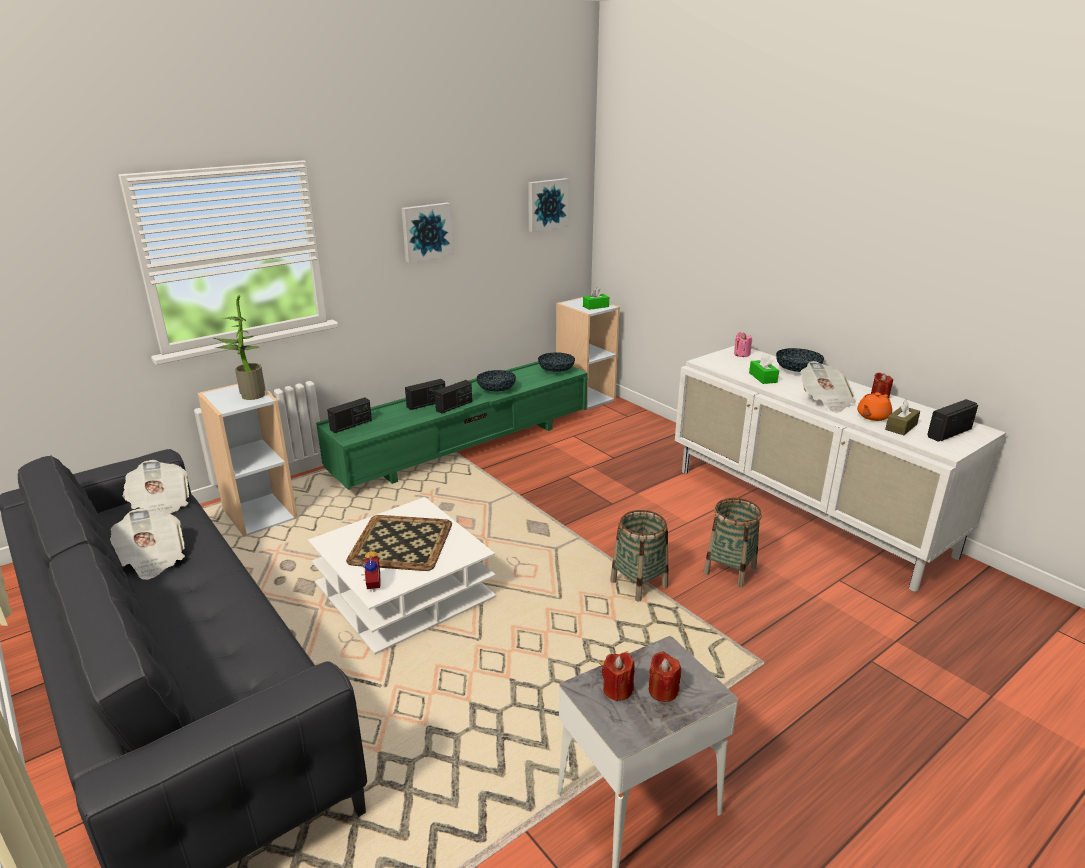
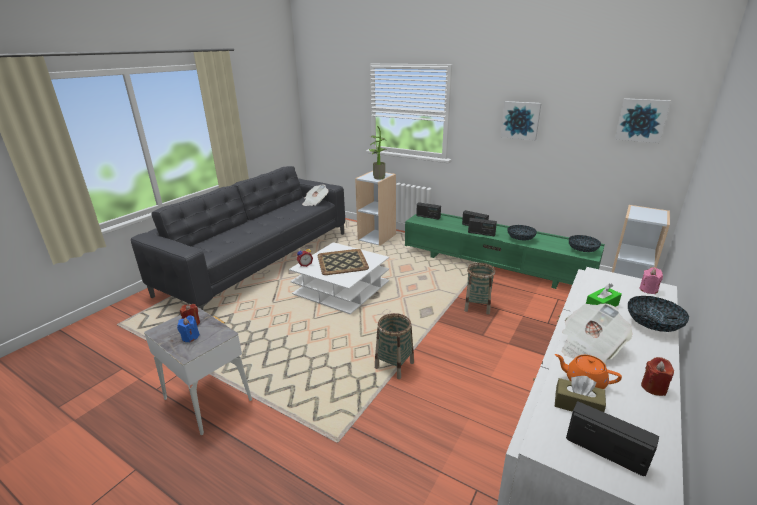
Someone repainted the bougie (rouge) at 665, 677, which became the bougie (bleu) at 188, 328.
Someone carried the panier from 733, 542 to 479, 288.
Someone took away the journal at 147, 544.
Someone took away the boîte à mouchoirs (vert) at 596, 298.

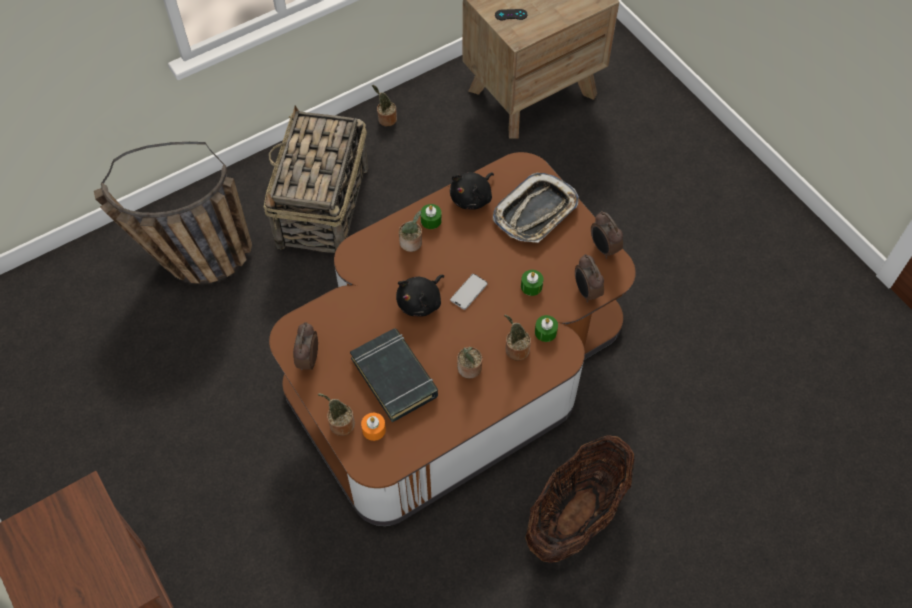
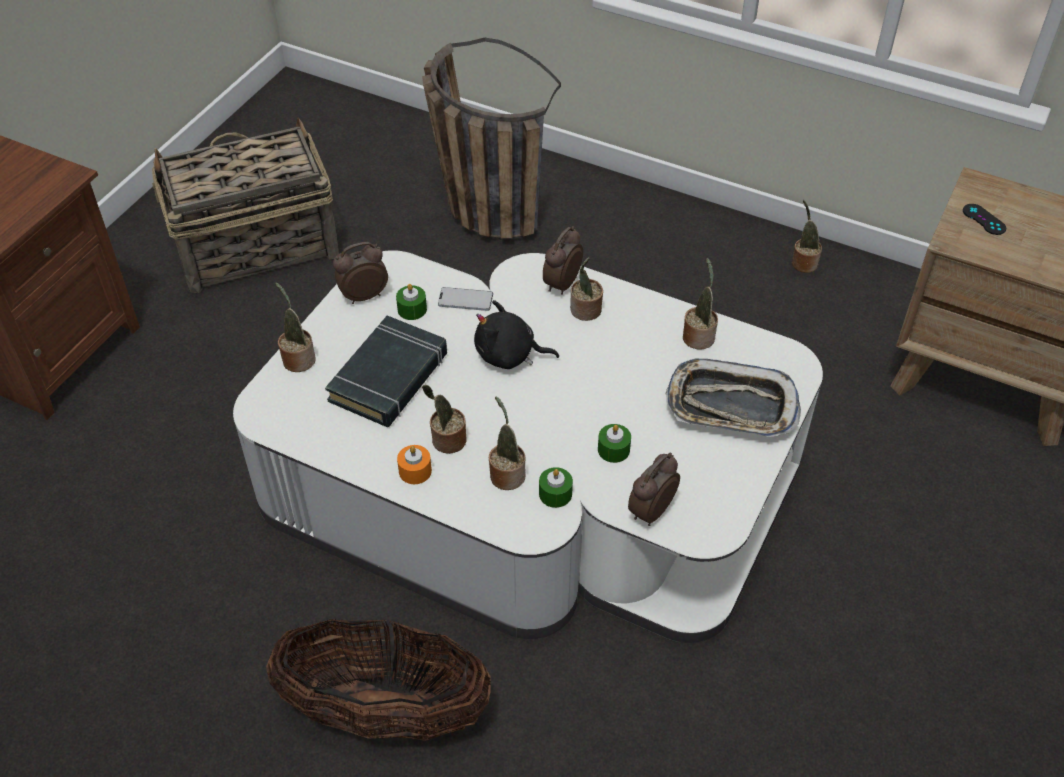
Someone carried the panier from 316, 179 to 245, 205.
Someone repainted the table basse (marron) at 452, 339, which became the table basse (blanc) at 528, 446.
Someone carried the bougie (vert) from 431, 216 to 411, 302.
Someone carried the bougie (orange) from 373, 427 to 414, 464.
Someone carried the téléphone from 469, 292 to 465, 299.
Someone carried the réveil from 607, 235 to 563, 260.
Someone swapped the peluche (noir) at 472, 190 for the plante en pot at 700, 303.

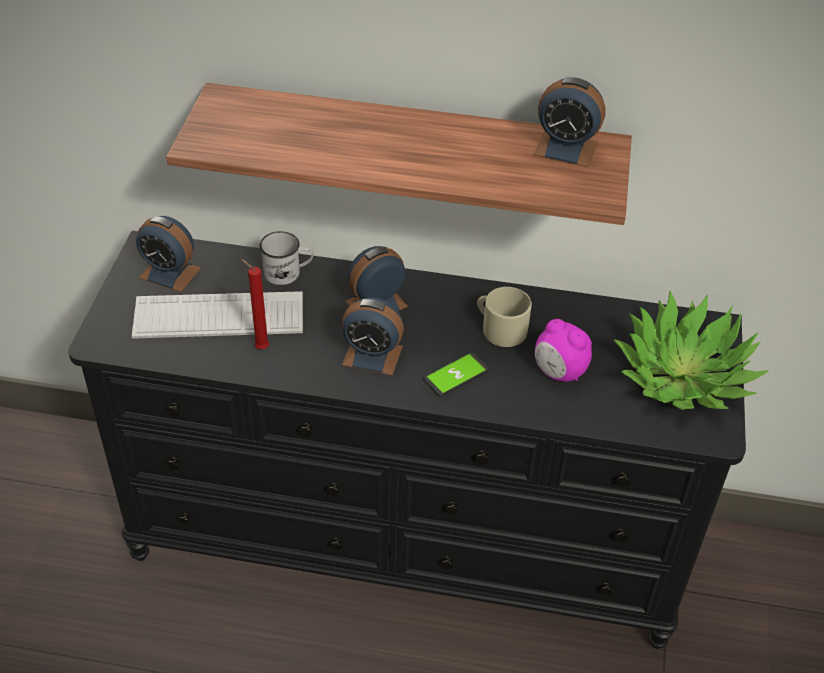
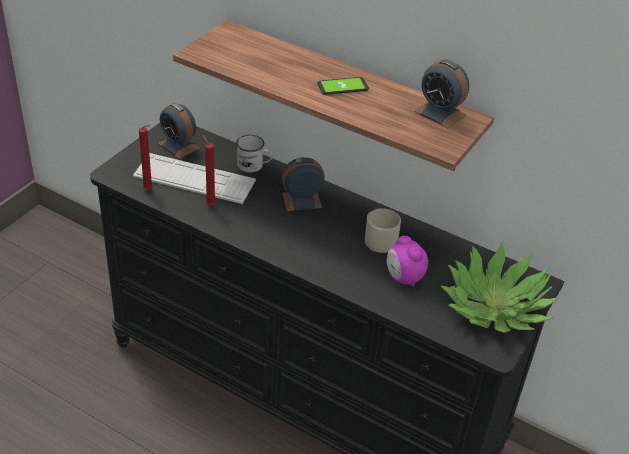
Someone put down the bougie (rouge) at 146, 157.
Someone carried the téléphone from 456, 374 to 343, 86.
Someone took away the réveil at 373, 336.

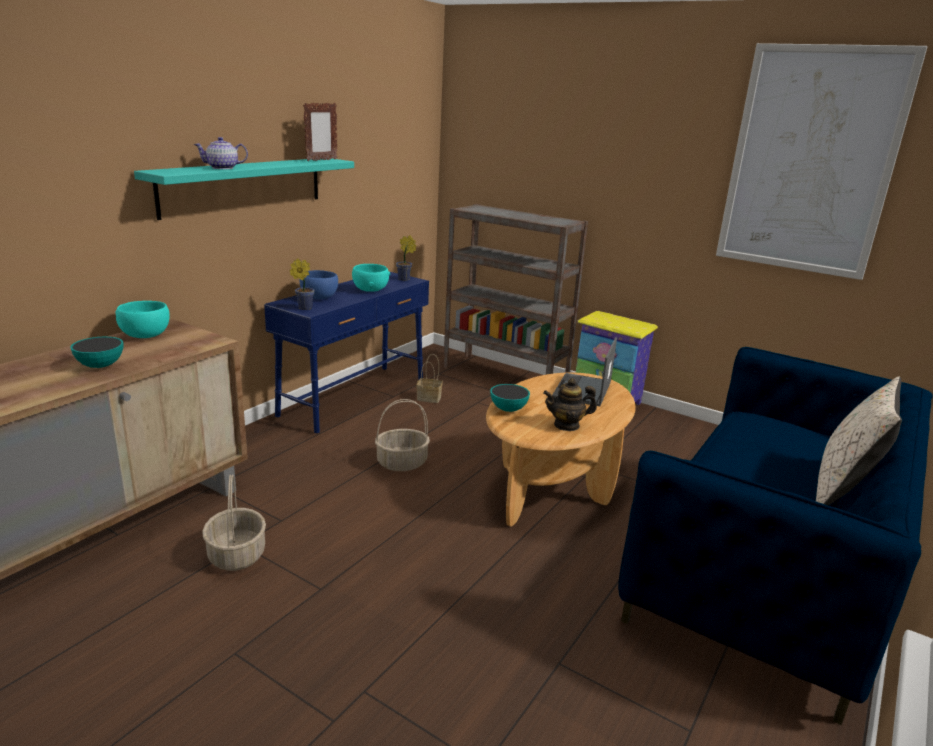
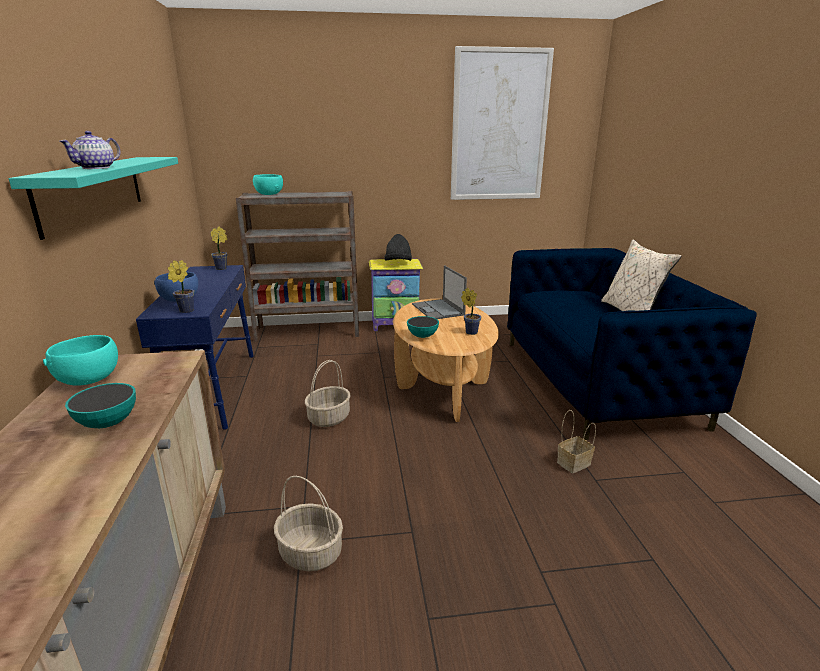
Someone carried the bol (turquoise) from 371, 278 to 268, 184.
Someone put down the chapeau (noir) at 398, 247.
Someone swapped the théière at 570, 404 for the plante en pot at 471, 311.
Someone carried the panier from 429, 378 to 576, 441.
Someone took away the cadre photo at 320, 131.

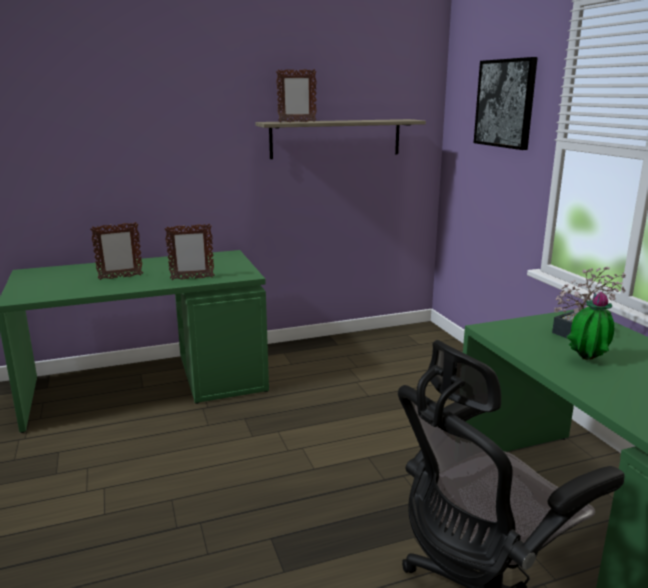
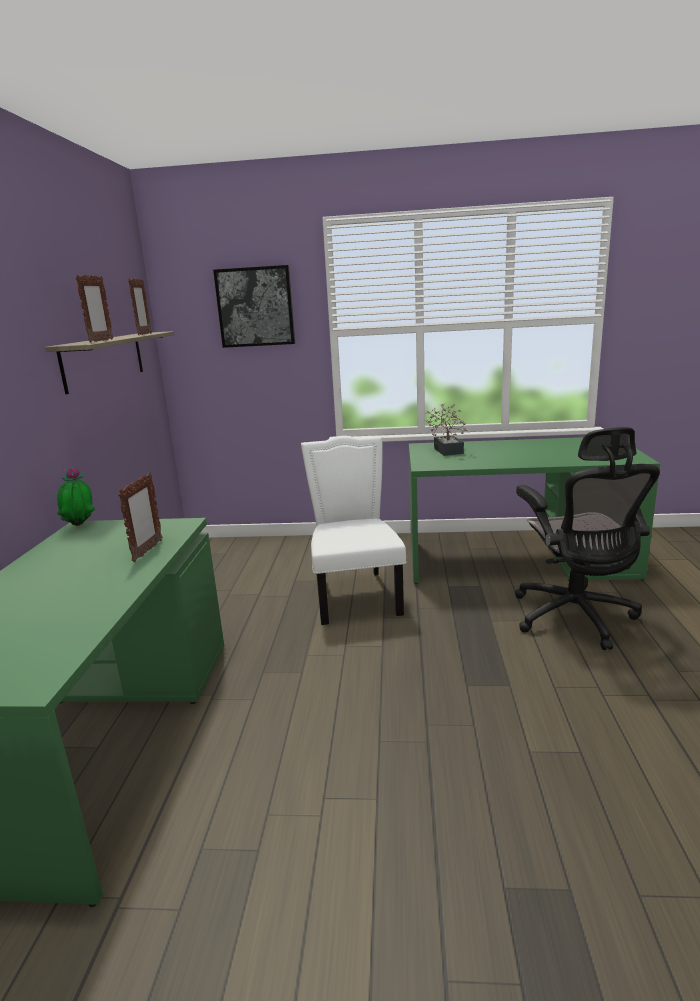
Someone carried the plante en pot from 590, 326 to 76, 496.
Someone carried the cadre photo from 116, 251 to 140, 306.
Someone put down the chaise (blanc) at 354, 530.

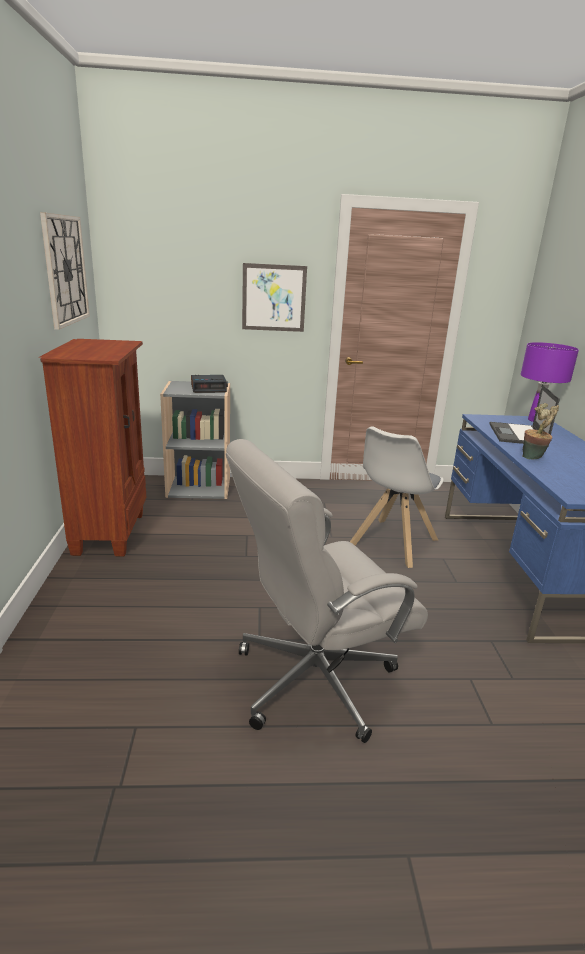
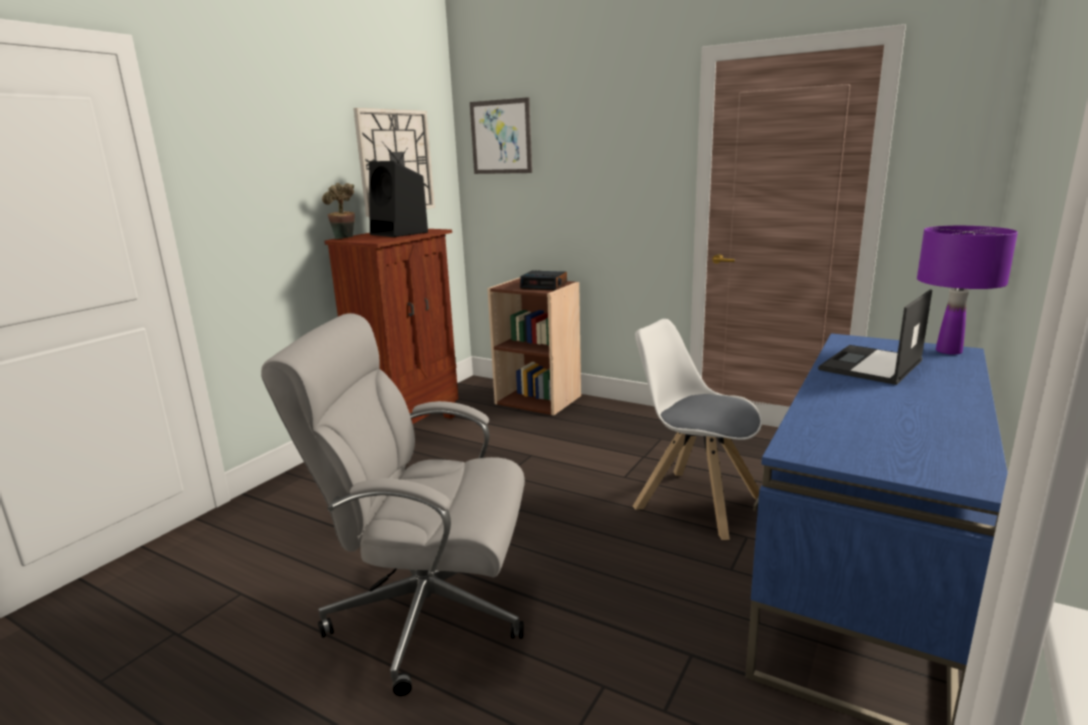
Someone carried the plante en pot from 540, 431 to 338, 211.
Someone put down the enceinte (noir) at 398, 199.
Someone carried the tableau from 274, 297 to 501, 135.
Someone repainted the bibliothèque (gris) at 195, 440, which became the bibliothèque (marron) at 534, 346.
Someone rotated the chaise at 397, 497 by 60 degrees clockwise.

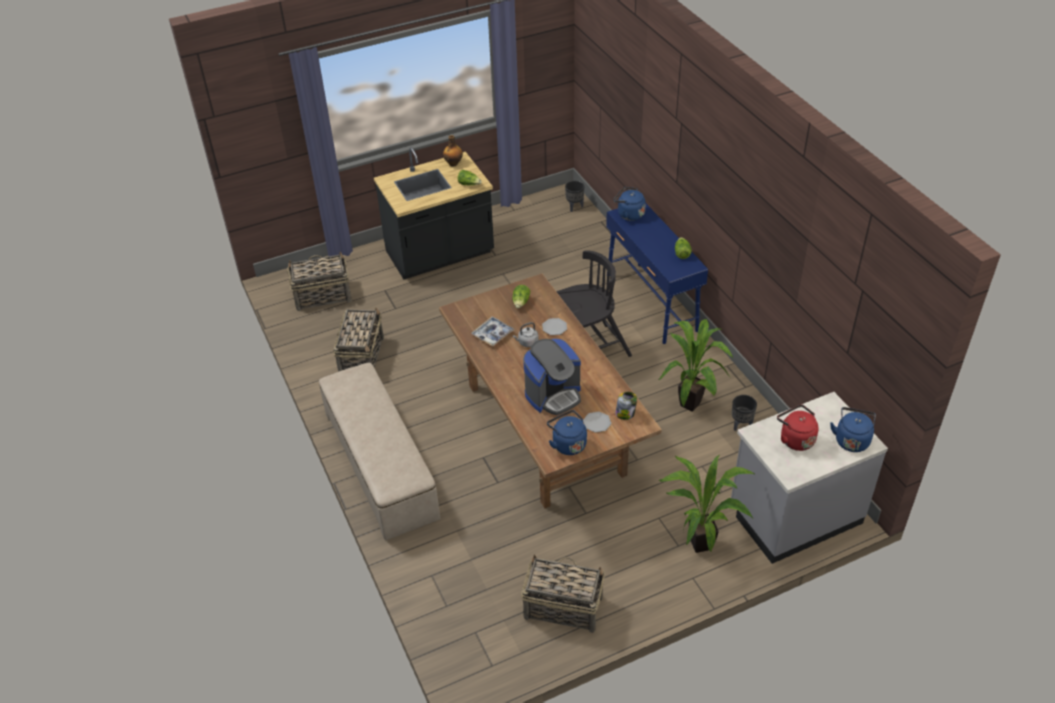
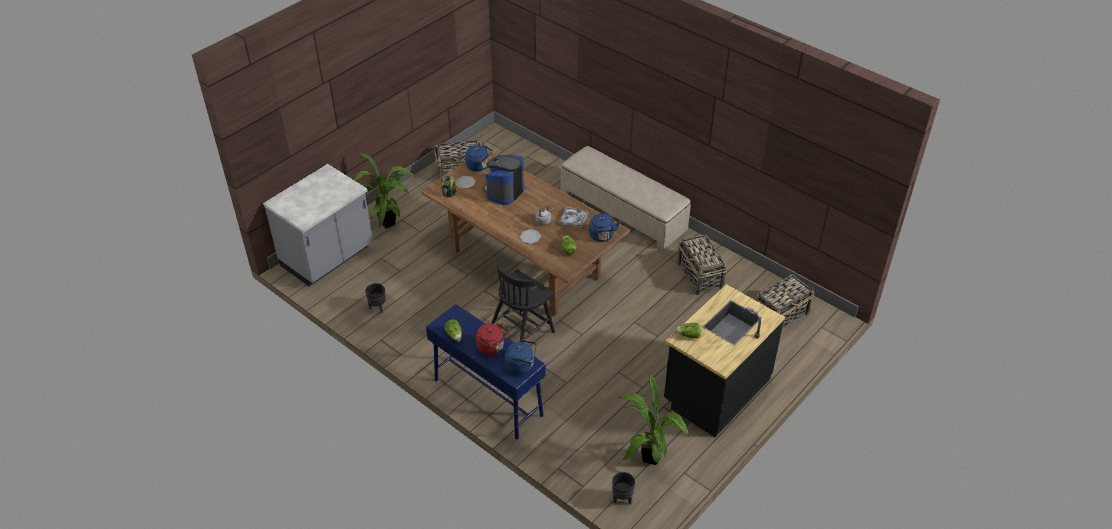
Someone carried the bouilloire (rouge) from 798, 428 to 492, 339.
Someone carried the bouilloire (bleu) from 853, 429 to 604, 227.
Someone carried the plante en pot from 696, 365 to 654, 419.
Someone took away the bouteille at 453, 150.

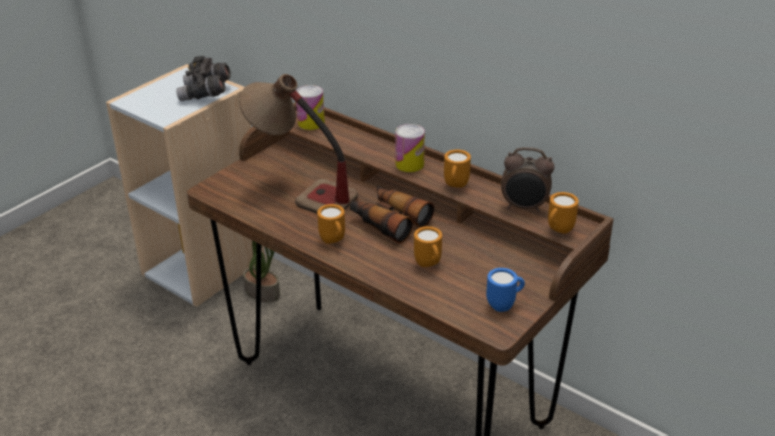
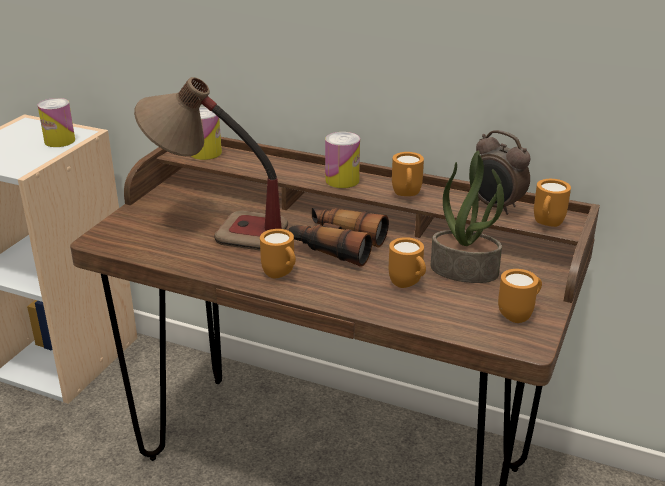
Someone swapped the jumelles (gris) at 203, 78 for the boîte métallique at 56, 122.
Someone carried the plante en pot from 261, 271 to 467, 216.
Someone rotated the réveil at 527, 179 by 45 degrees clockwise.
Someone repainted the mug (bleu) at 505, 290, which became the mug (orange) at 520, 296.

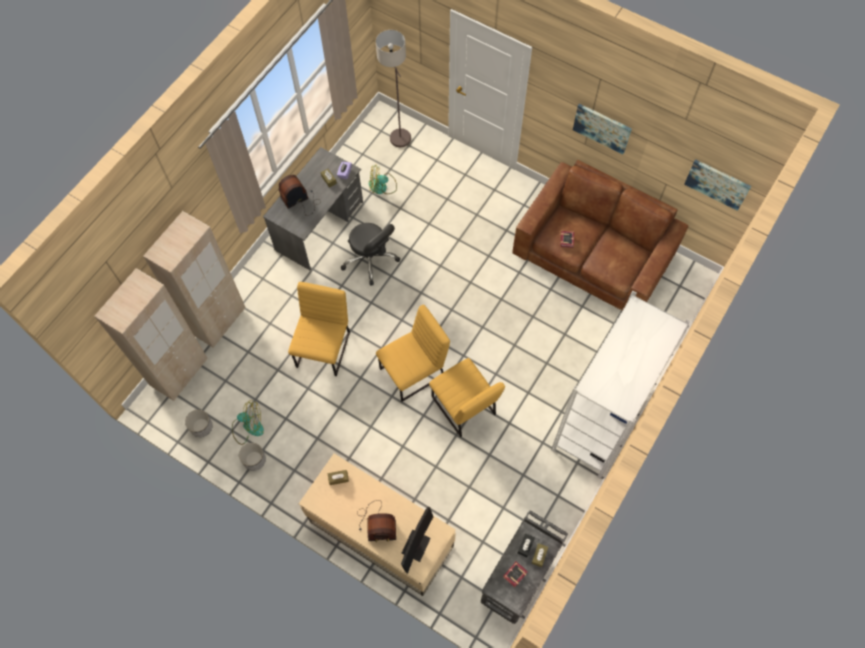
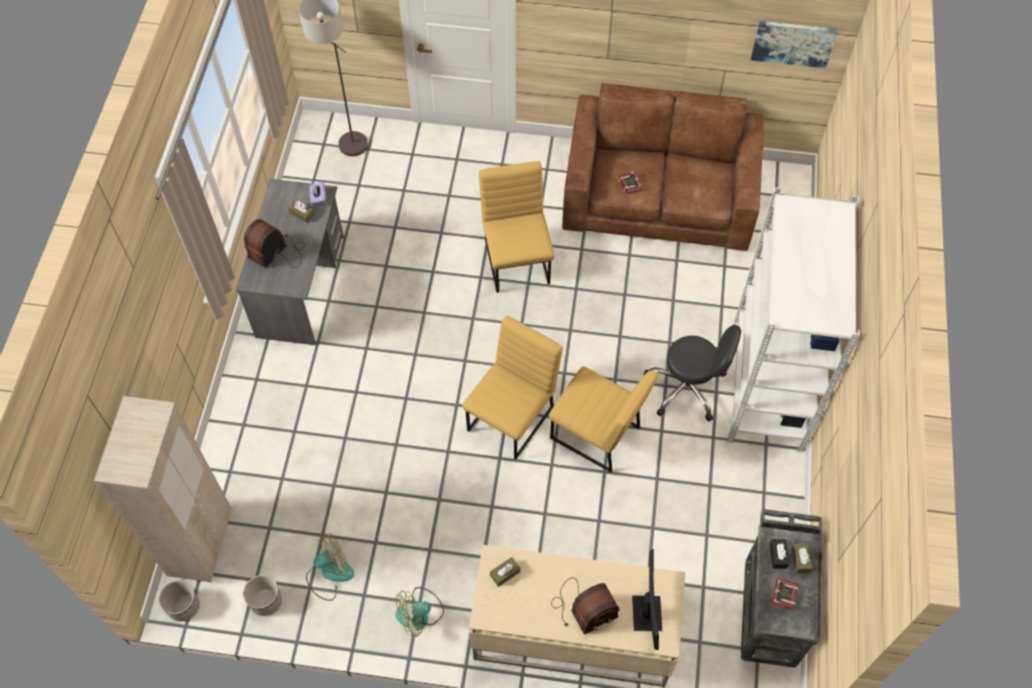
Someone carried the cache-pot from 252, 457 to 179, 600.
Someone carried the ventilateur from 383, 179 to 419, 612.
Someone carried the chaise (jaune) from 319, 329 to 517, 227.
Someone carried the chaise de bureau (noir) from 370, 254 to 692, 373.
Someone took away the meuble de rangement (beige) at 194, 279.
Someone took away the tableau at 602, 128.

